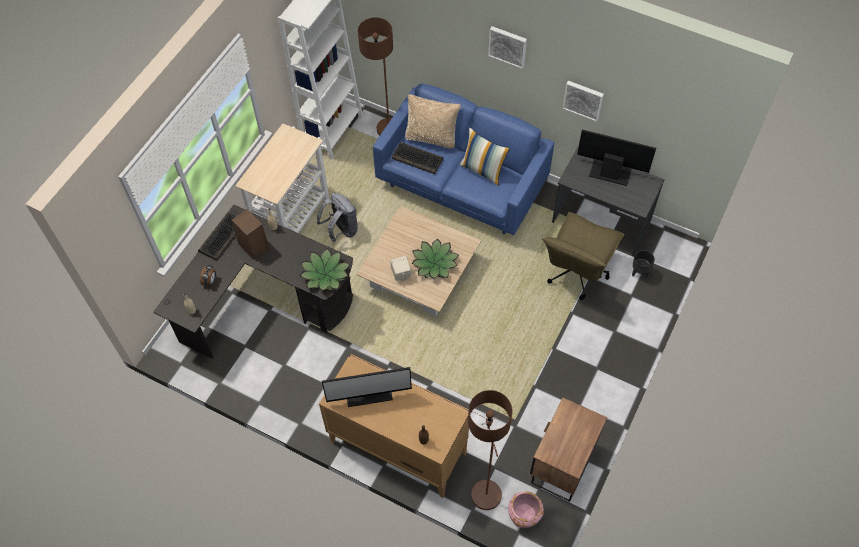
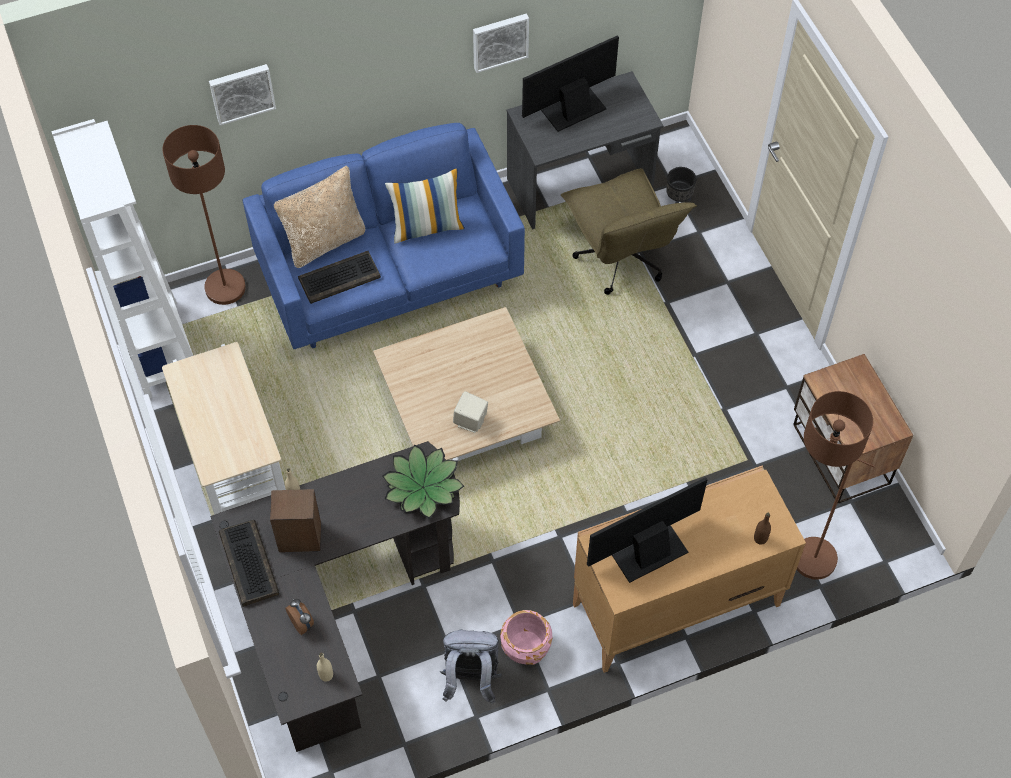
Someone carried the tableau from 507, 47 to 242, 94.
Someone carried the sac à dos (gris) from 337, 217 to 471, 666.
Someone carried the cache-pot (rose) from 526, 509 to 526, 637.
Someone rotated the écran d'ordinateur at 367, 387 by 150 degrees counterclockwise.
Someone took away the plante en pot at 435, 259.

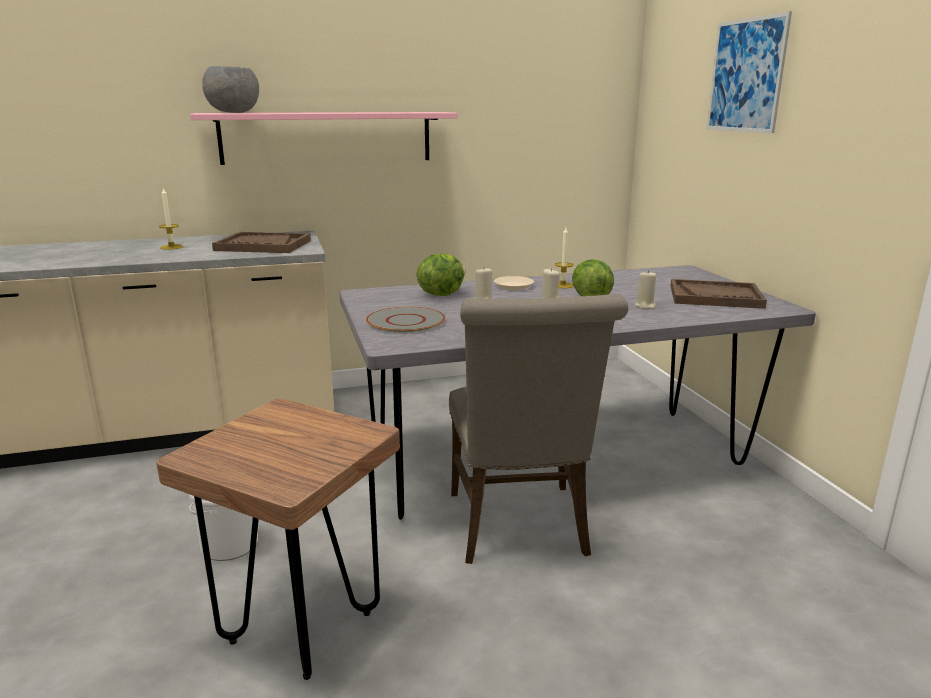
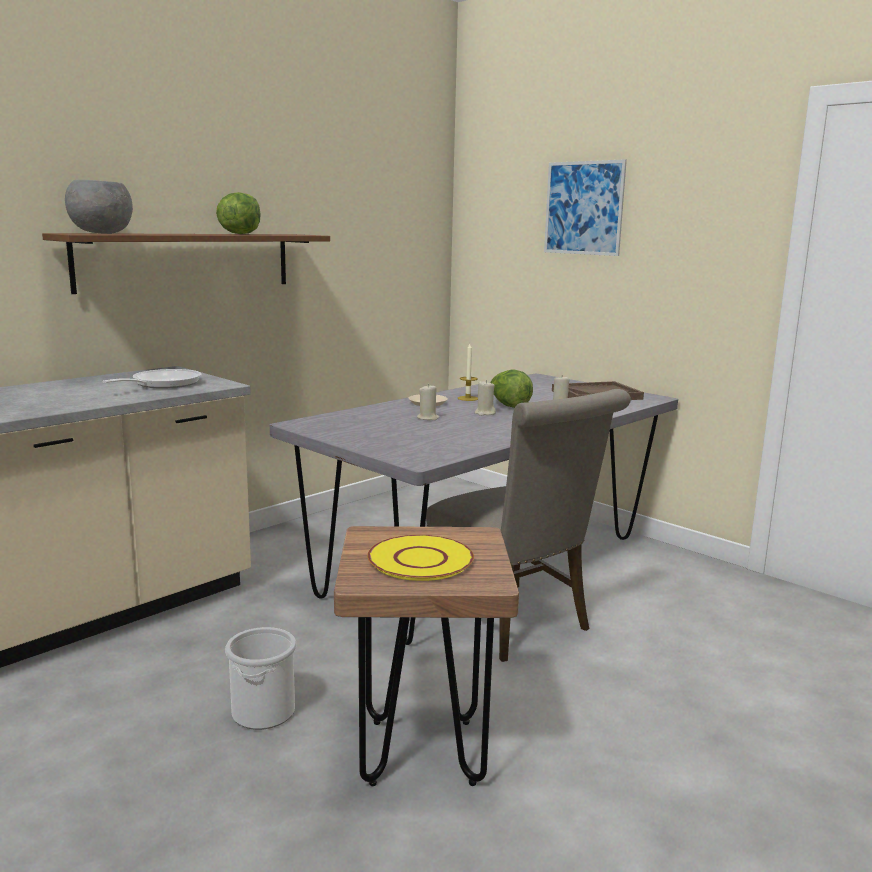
Someone repainted the étagère (rose) at 324, 138, which became the étagère (marron) at 186, 263.
Someone swapped the plateau (marron) at 261, 242 for the poêle at 152, 378.
Someone carried the laitue from 441, 275 to 238, 213.
Someone put down the assiette (jaune) at 420, 558.
Someone took away the bougie at 171, 219.
Someone took away the assiette (gris) at 405, 320.

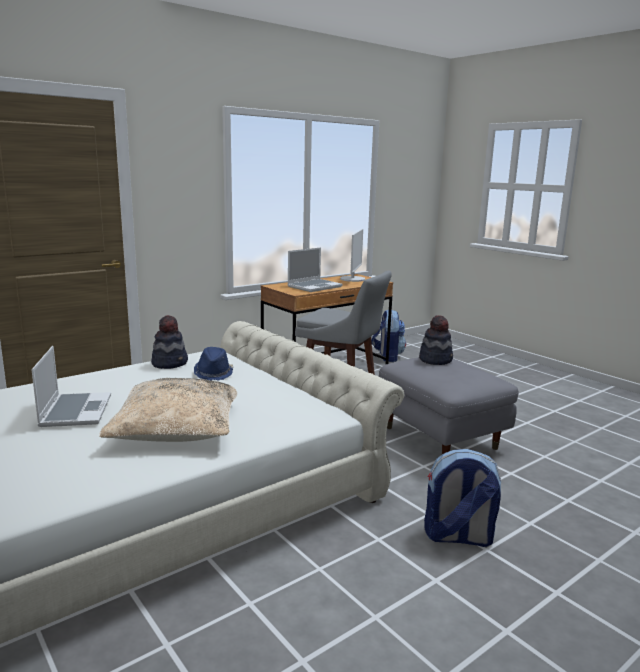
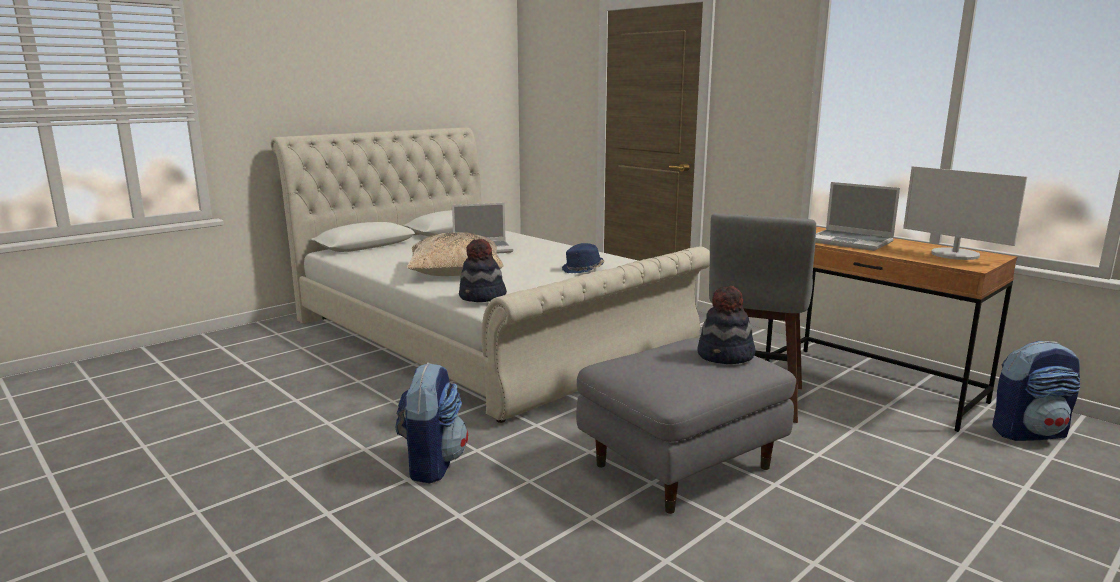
Someone carried the chapeau from 169, 342 to 483, 270.
Someone rotated the écran d'ordinateur at 352, 255 by 45 degrees clockwise.

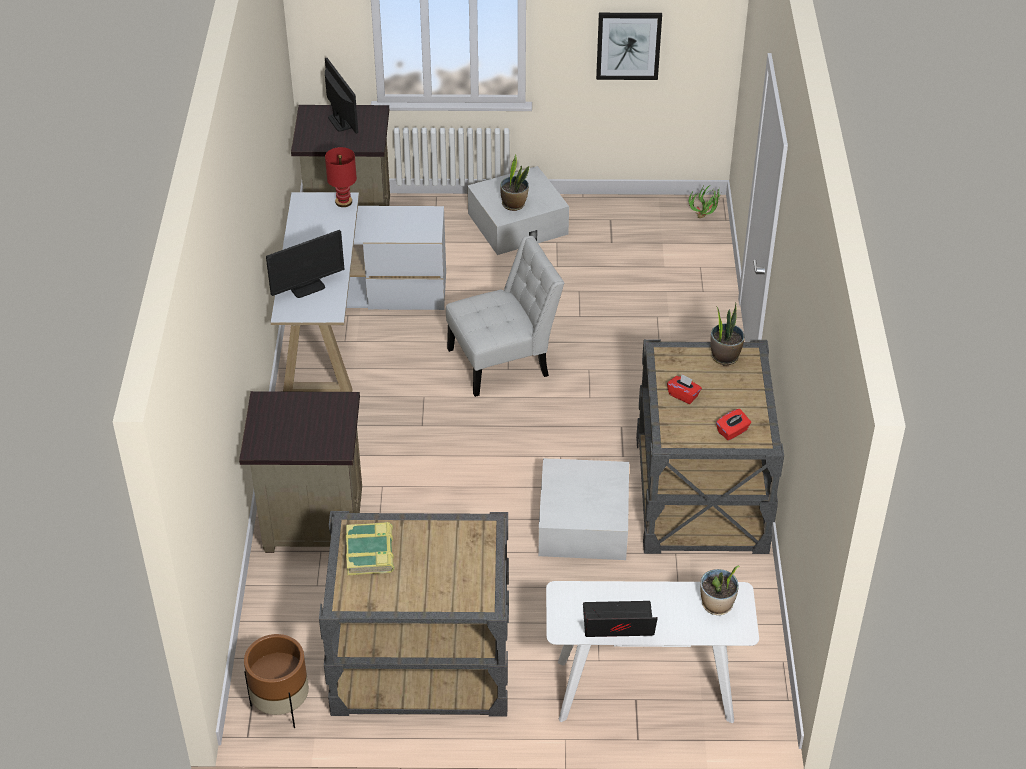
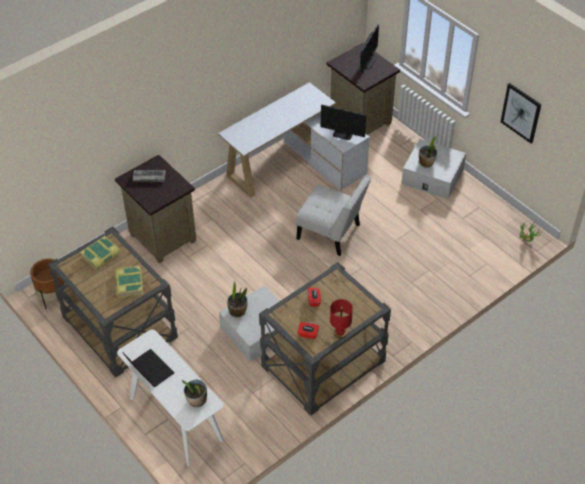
Someone put down the livre at 128, 282.
Someone put down the clavier at 149, 176.
Someone carried the plante en pot from 727, 334 to 237, 299.
Someone carried the écran d'ordinateur from 305, 264 to 343, 122.
Someone carried the lampe de table (rouge) from 341, 177 to 341, 319.

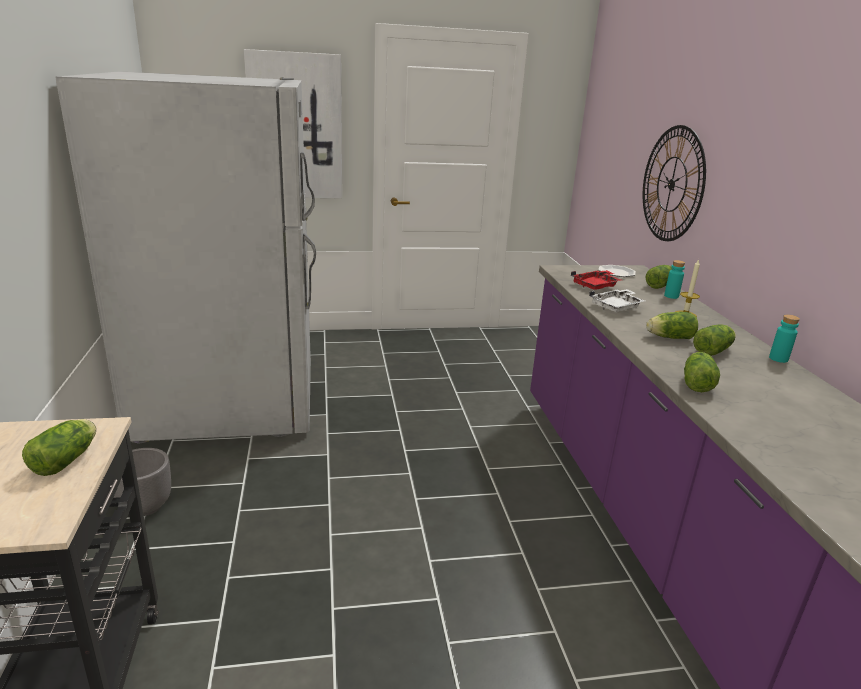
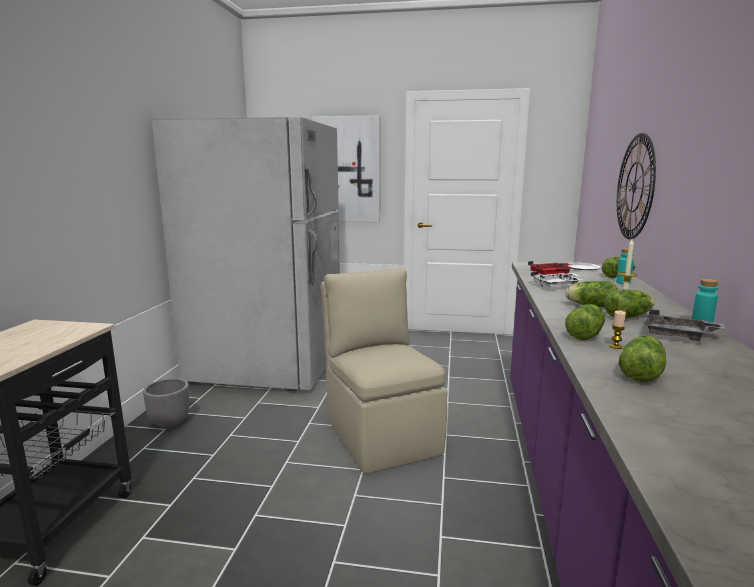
Someone put down the chaise (beige) at 384, 371.
Someone put down the bougie at 617, 329.
Someone carried the laitue from 59, 447 to 642, 358.
Someone put down the plateau (gris) at 685, 325.

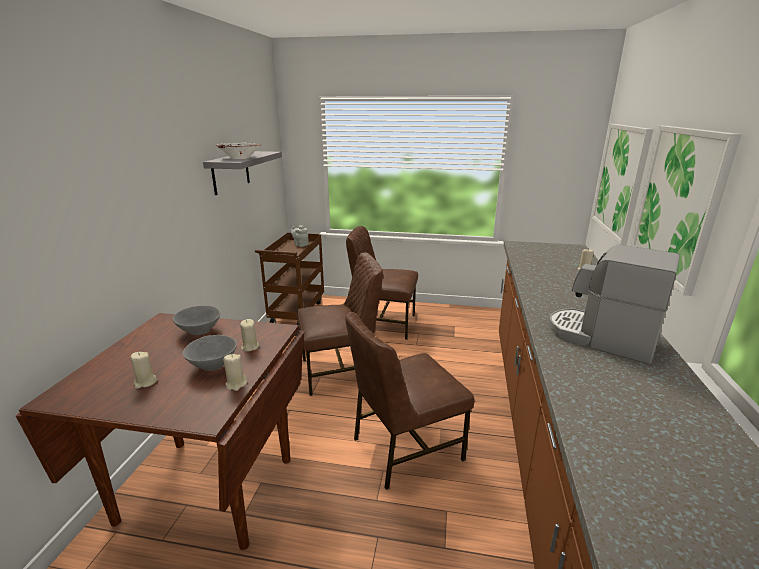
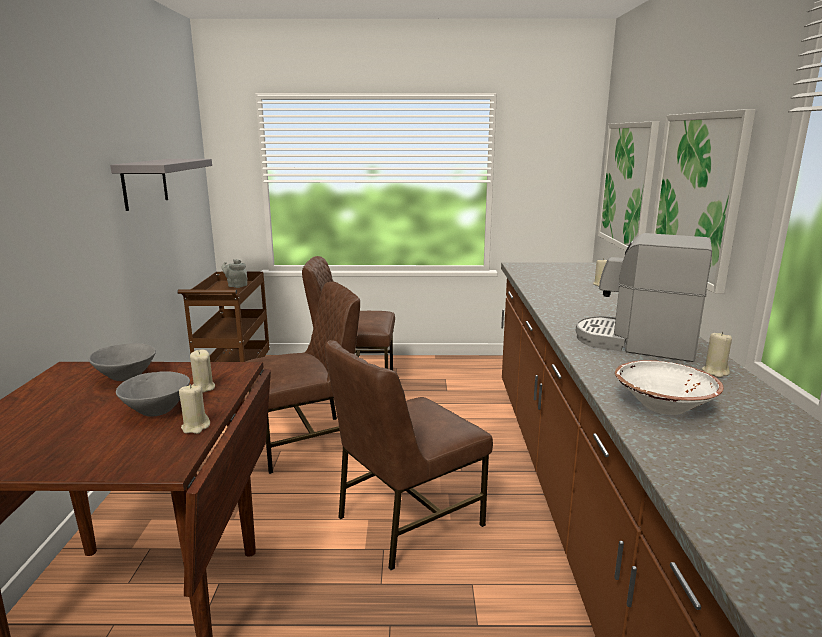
Someone carried the bol (blanc) from 239, 151 to 669, 387.
Someone carried the bougie (beige) from 144, 370 to 717, 354.

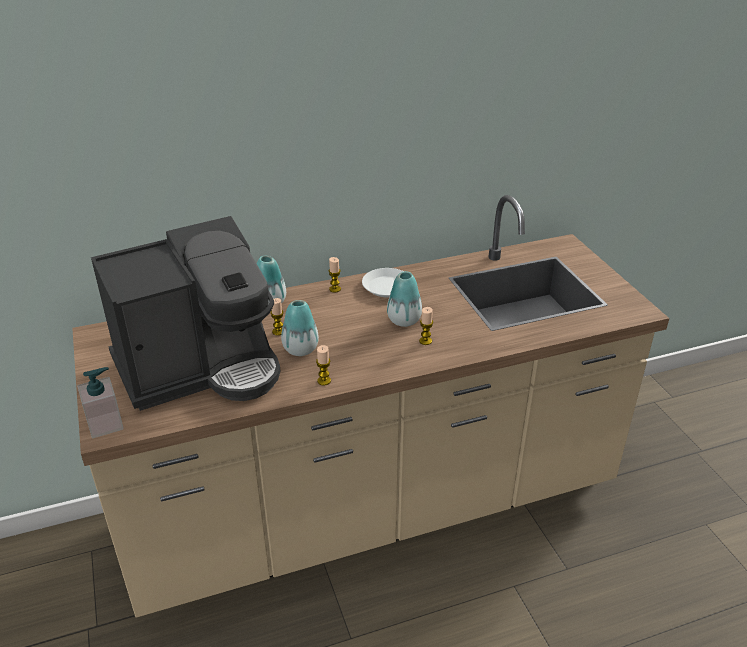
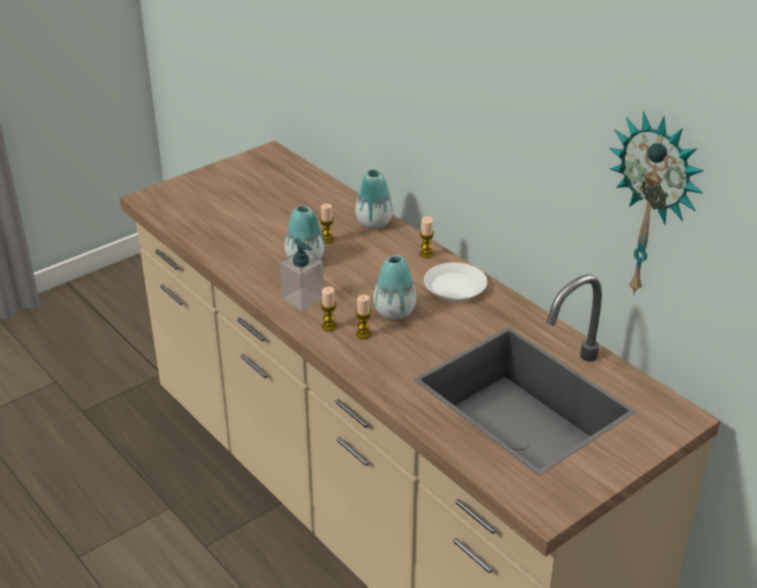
Someone carried the distributeur de savon from 100, 402 to 301, 275.
Someone carried the bougie from 323, 365 to 329, 309.
Someone put up the horloge murale at 656, 203.
Someone took away the machine à café at 186, 313.

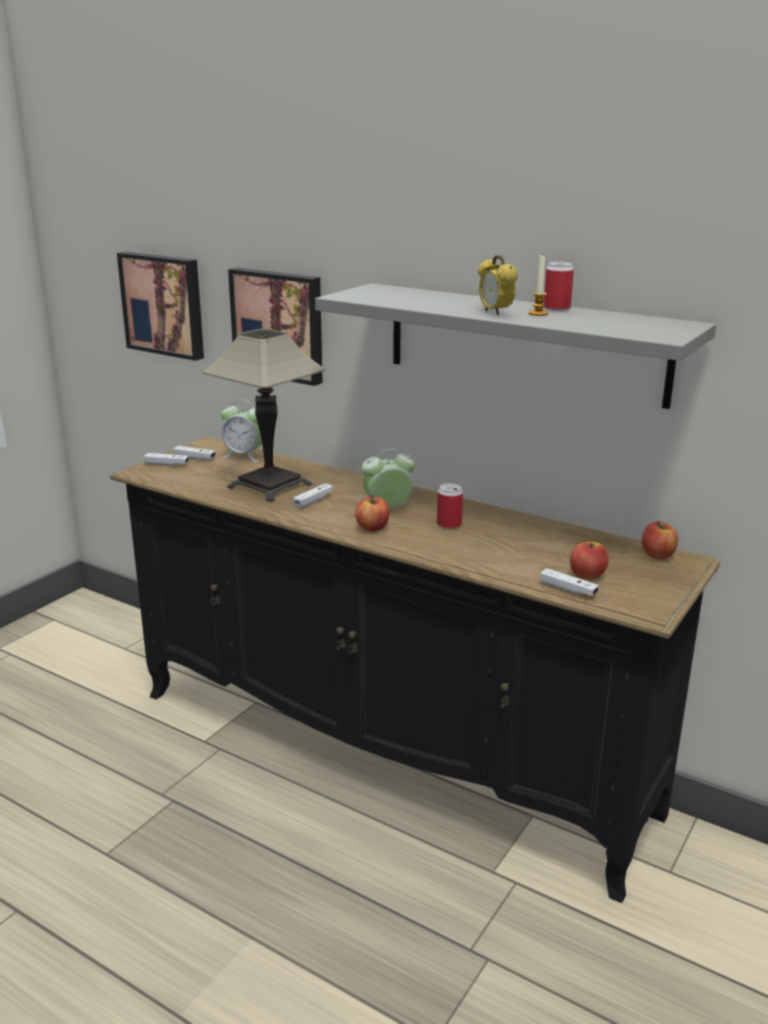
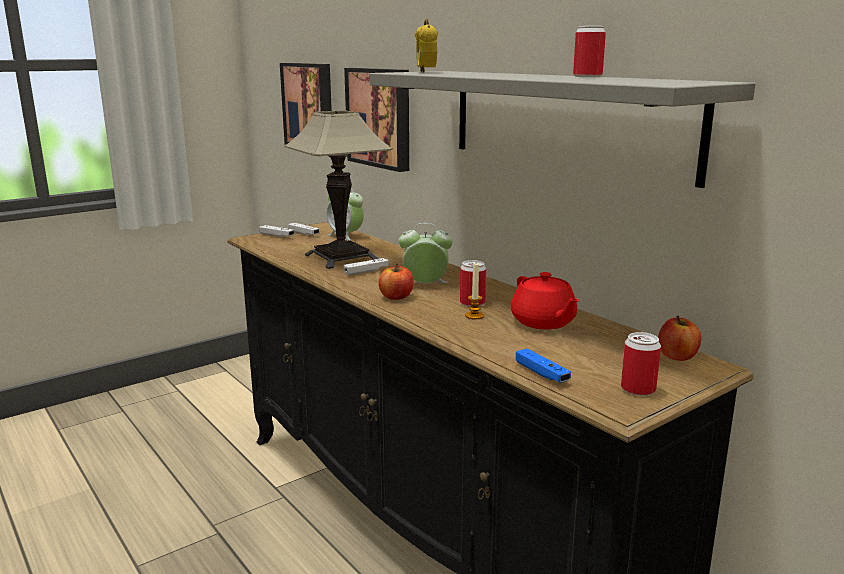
Someone carried the réveil from 498, 285 to 426, 46.
Someone carried the bougie from 538, 285 to 474, 291.
Someone put down the théière (rouge) at 545, 300.
Someone repainted the manette (blanc) at 569, 582, which became the manette (bleu) at 543, 366.
Someone put down the boîte métallique at 641, 364.
Someone took away the pomme at 589, 561.

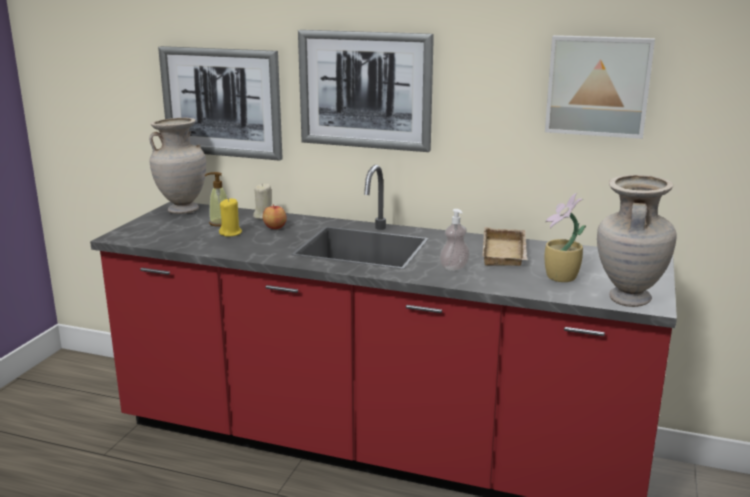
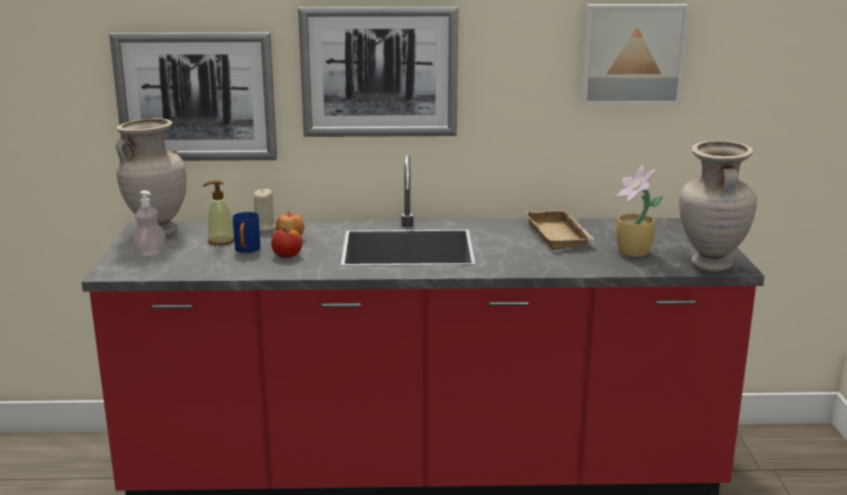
Someone carried the distributeur de savon from 454, 240 to 149, 223.
Someone swapped the bougie (jaune) at 230, 217 for the mug (bleu) at 246, 232.
Someone put down the pomme at 286, 243.

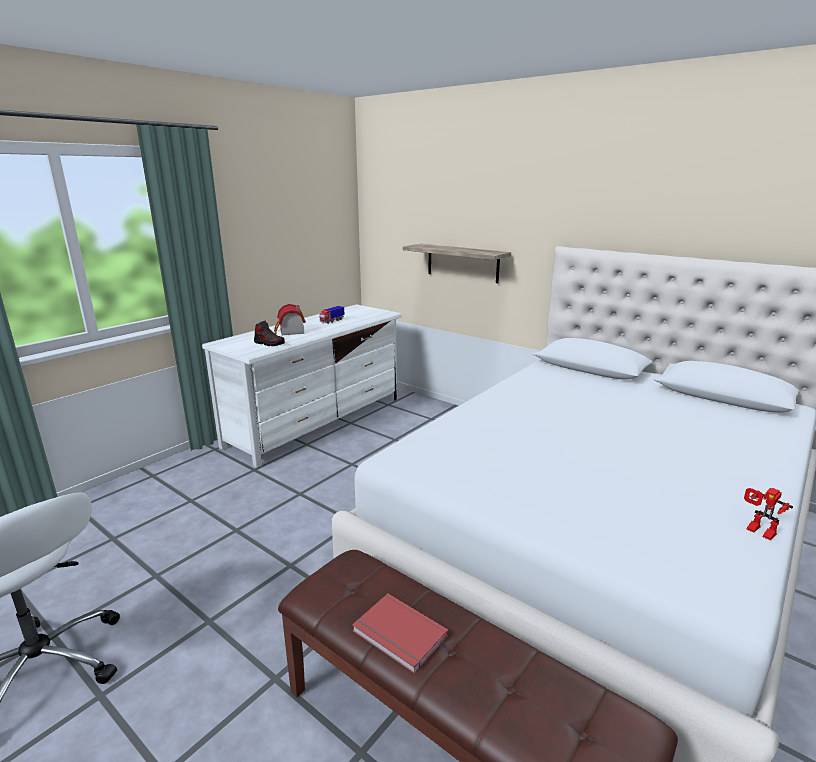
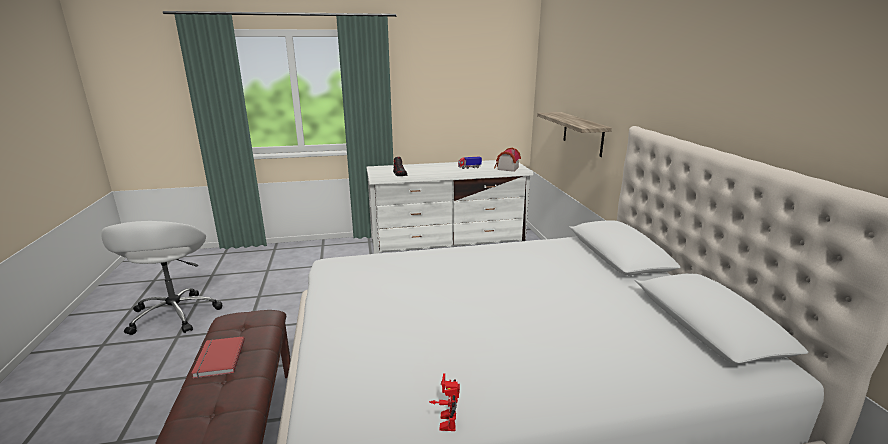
Someone carried the maison miniature from 290, 319 to 507, 160.

